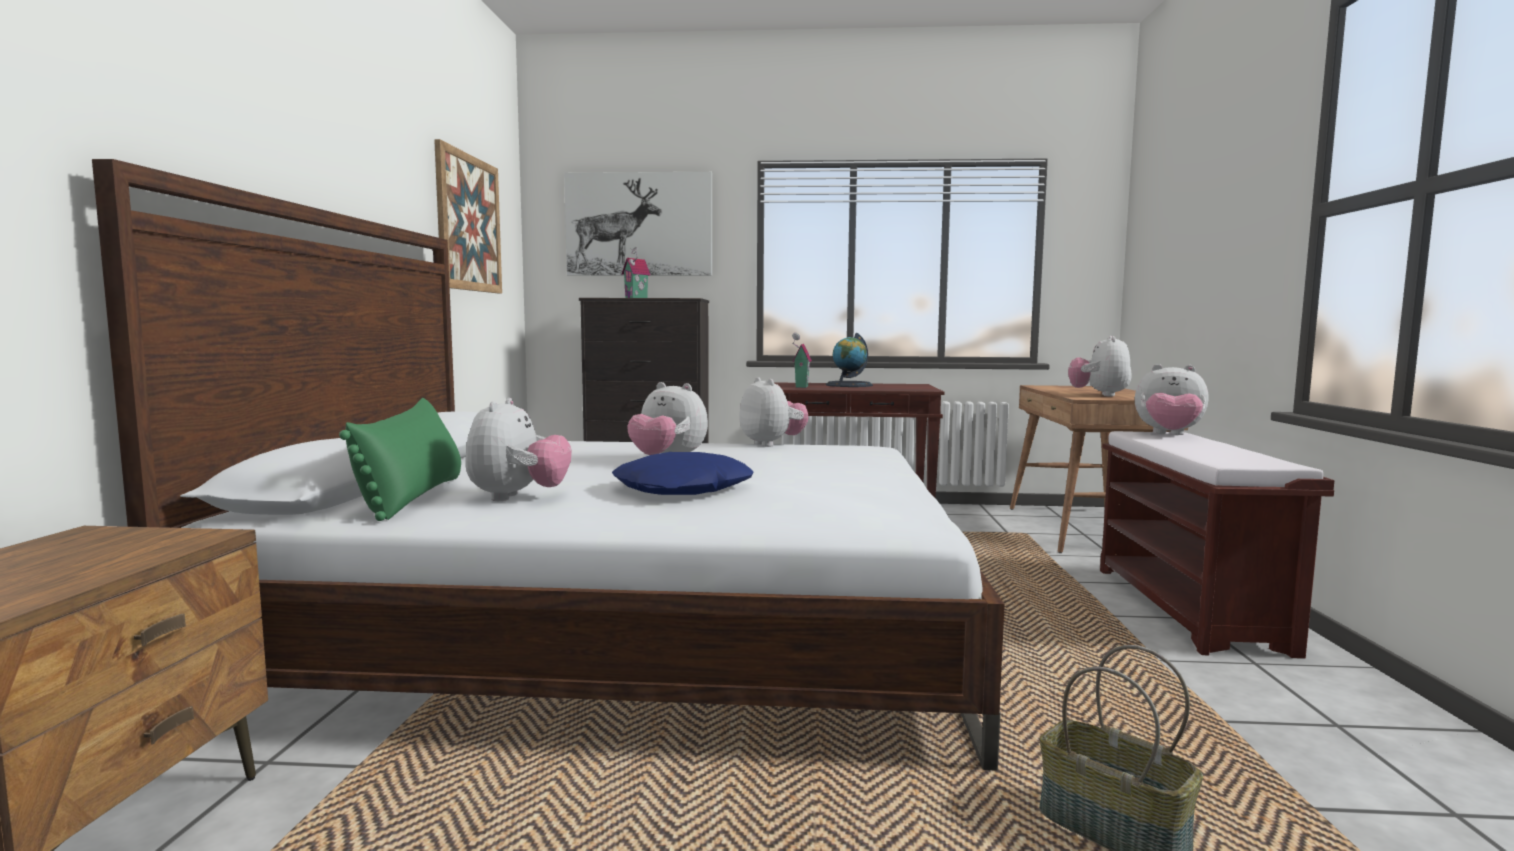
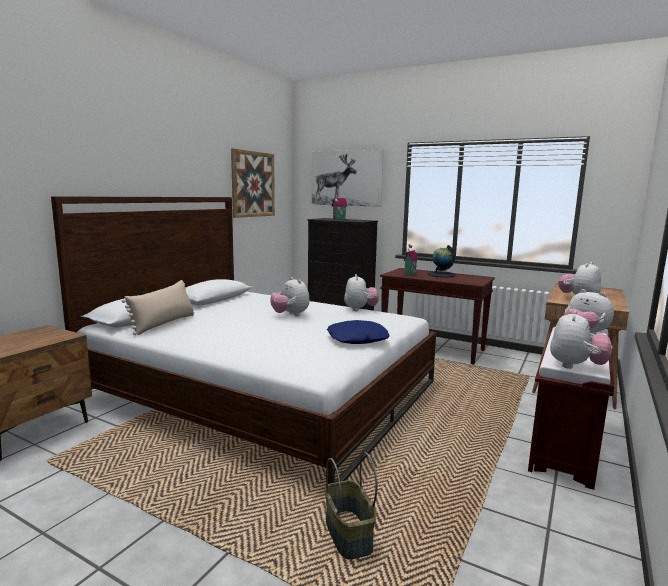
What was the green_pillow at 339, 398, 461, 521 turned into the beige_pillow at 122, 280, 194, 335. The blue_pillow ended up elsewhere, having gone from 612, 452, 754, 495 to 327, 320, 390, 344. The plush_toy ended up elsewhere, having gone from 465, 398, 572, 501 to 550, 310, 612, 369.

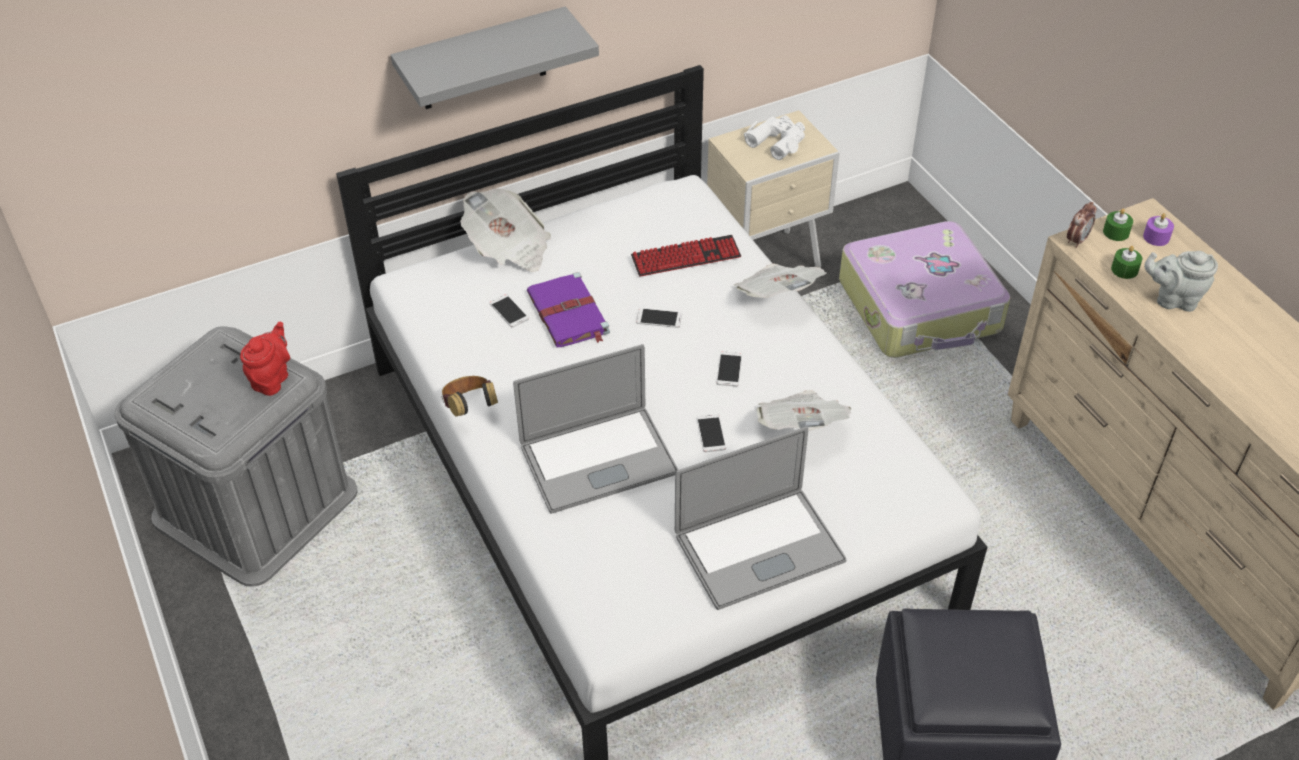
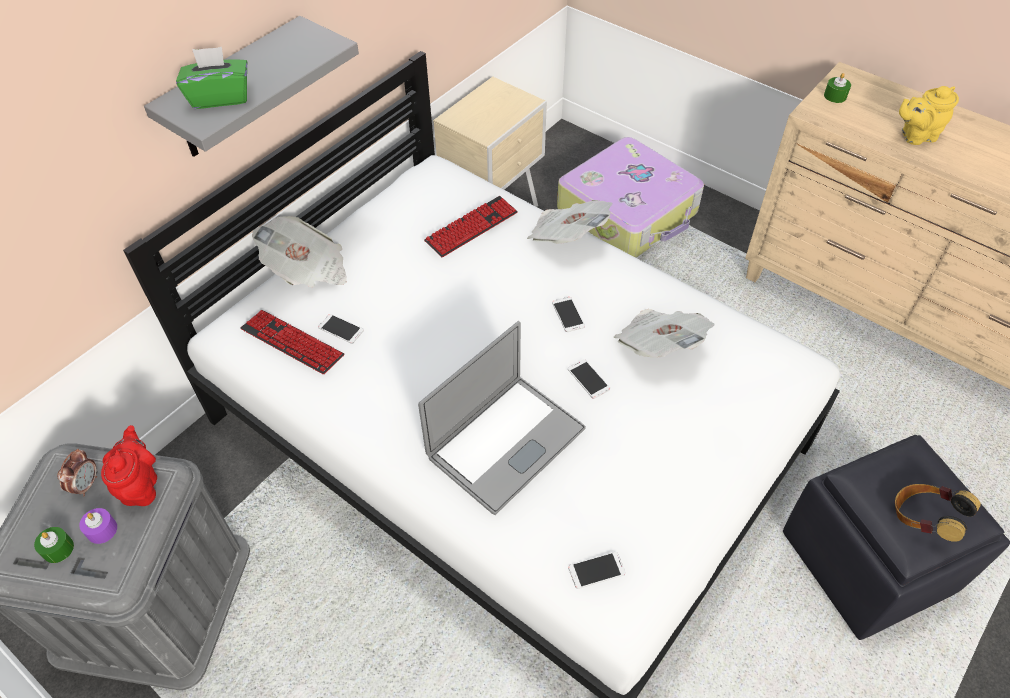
The green_candle ended up elsewhere, having gone from 1111, 246, 1142, 279 to 34, 527, 74, 563. The alarm_clock ended up elsewhere, having gone from 1067, 202, 1097, 248 to 57, 449, 97, 496. The purple_candle ended up elsewhere, having gone from 1143, 213, 1174, 246 to 79, 508, 117, 544. The second view gained the green_tissue_box at 176, 47, 248, 109. The second view gained the keyboard at 240, 310, 345, 374. The phone ended up elsewhere, having gone from 636, 308, 682, 328 to 568, 552, 626, 589. The headphones ended up elsewhere, having gone from 441, 376, 498, 417 to 895, 484, 981, 542. What was the grey_teapot at 1144, 251, 1218, 312 turned into the yellow_teapot at 899, 86, 959, 145. The second view lost the purple_book at 527, 272, 610, 347. The second view lost the laptop at 675, 426, 847, 610. The second view lost the white_binoculars at 744, 115, 805, 160.

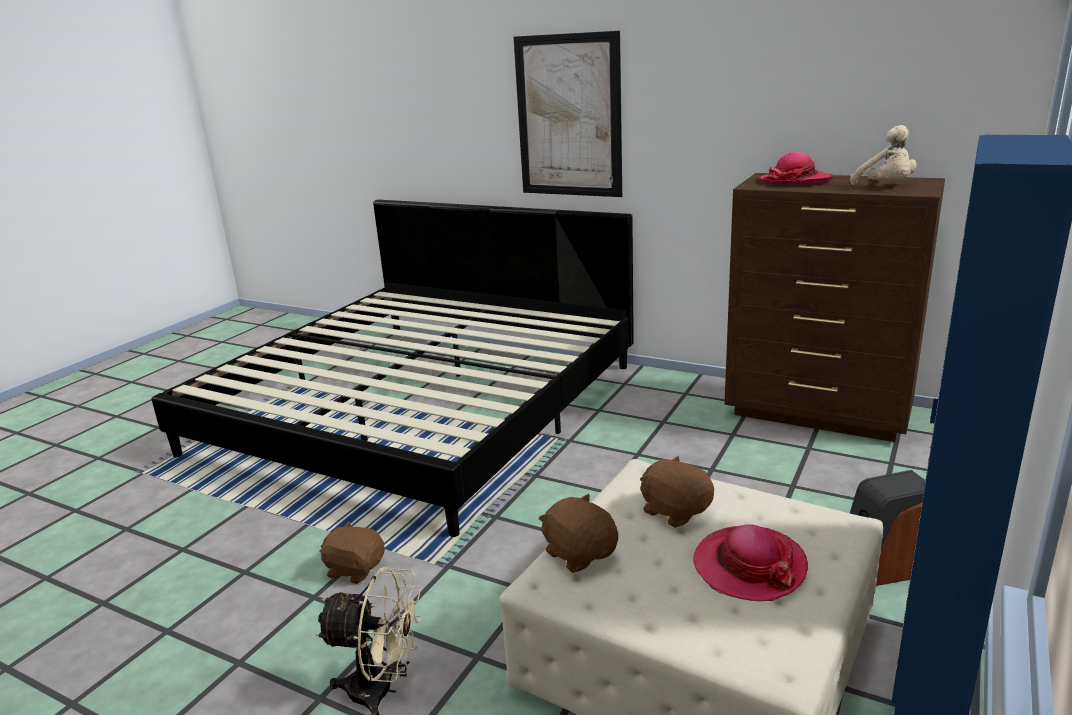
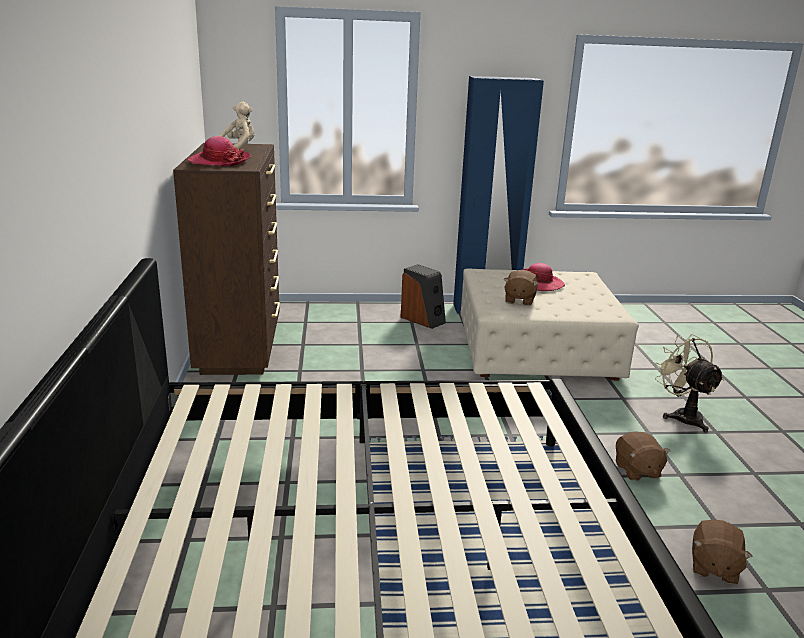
The brown_plush_toy ended up elsewhere, having gone from 538, 494, 618, 573 to 692, 519, 753, 584. The second view lost the picture at 514, 31, 622, 197.

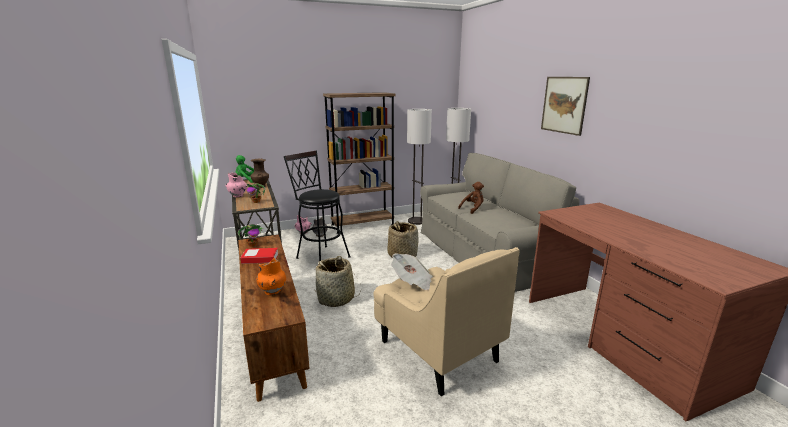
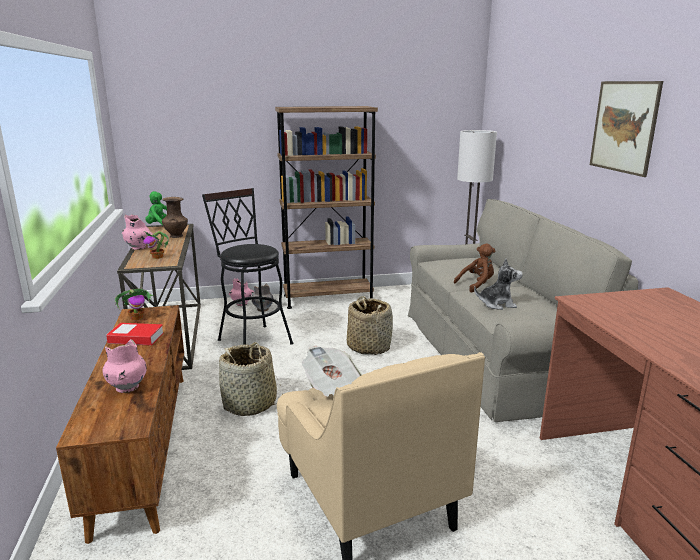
What was the orange_vase at 256, 258, 286, 295 turned into the pink_vase at 103, 339, 147, 393. The second view gained the plush_toy at 474, 259, 523, 310. The second view lost the floor_lamp at 407, 109, 432, 225.

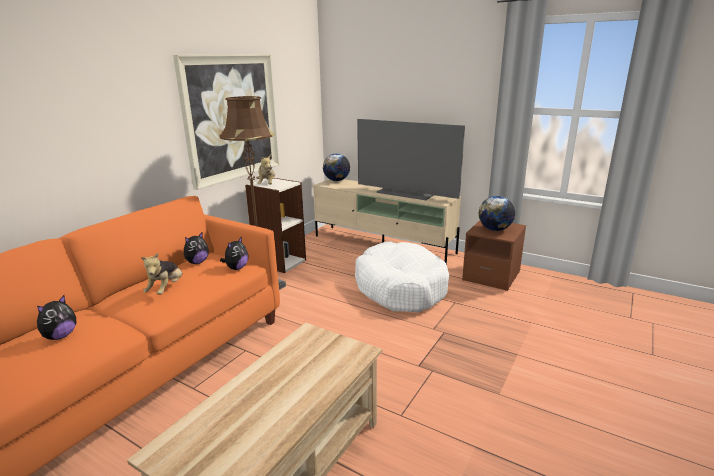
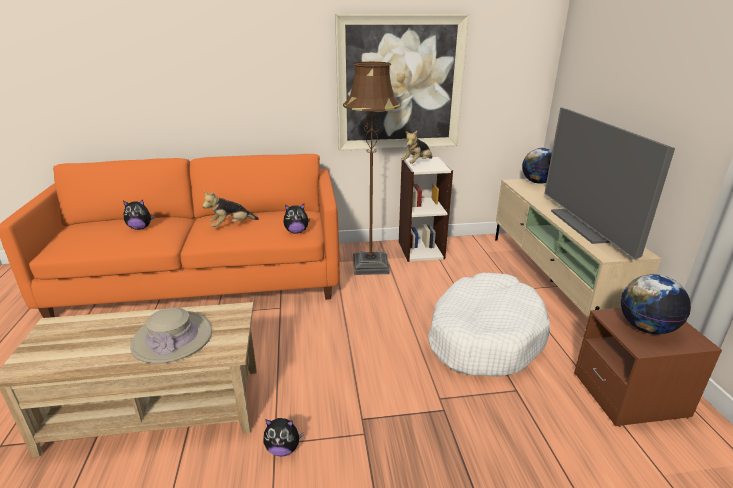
The second view gained the beige_hat at 130, 307, 212, 364. The plush_toy ended up elsewhere, having gone from 184, 233, 209, 264 to 264, 418, 304, 457.

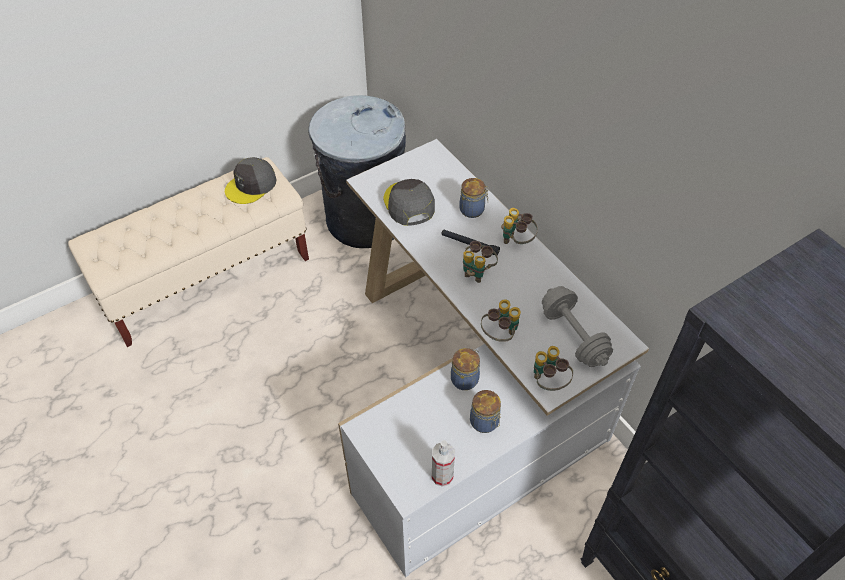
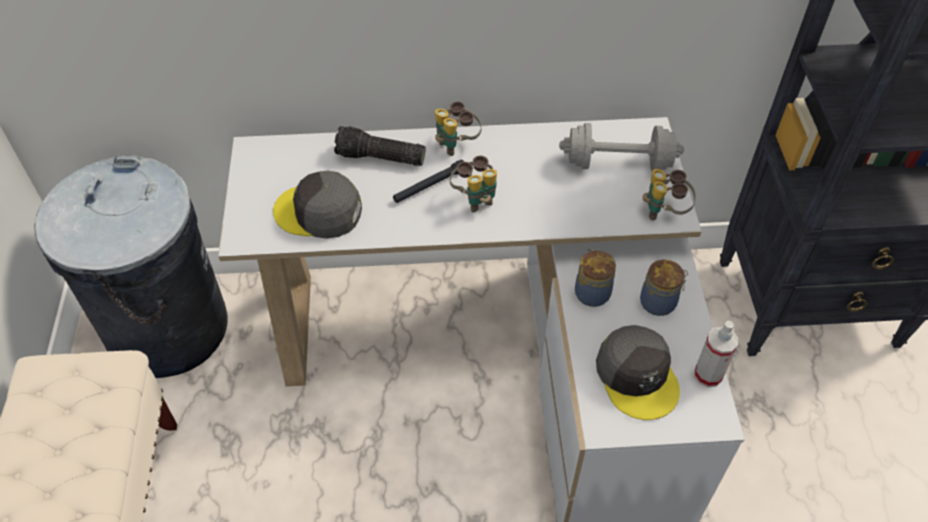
Where the jar stood at 459, 178, 489, 218, the flashlight came to stand at 334, 126, 426, 166. The grey_cap ended up elsewhere, having gone from 225, 157, 277, 204 to 596, 325, 680, 420. The second view lost the binoculars at 481, 299, 521, 342.

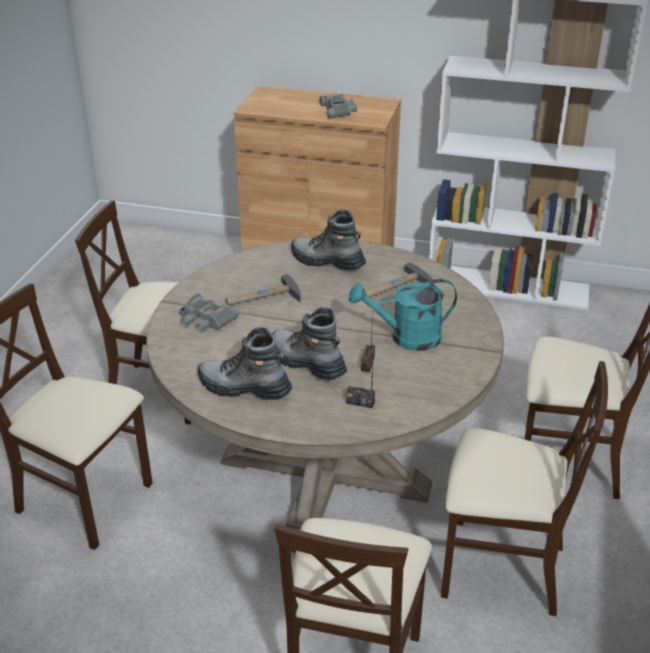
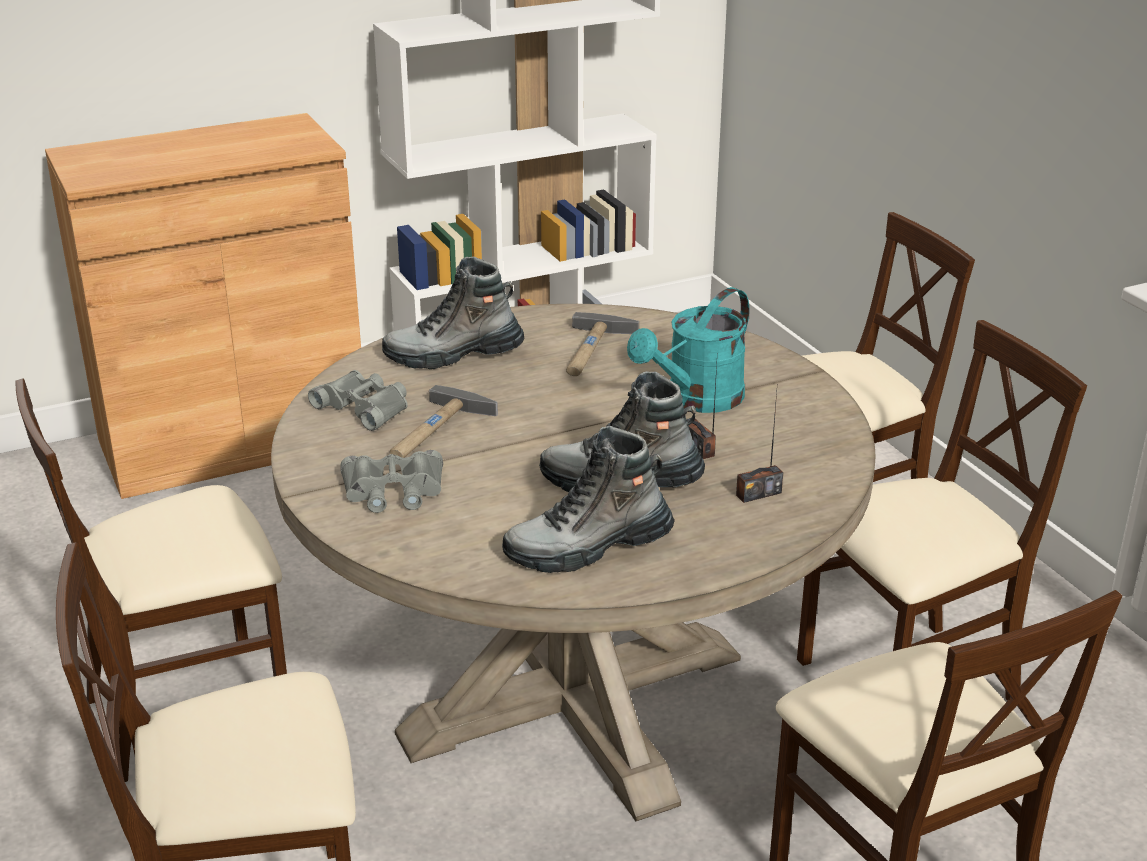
The grey_binoculars ended up elsewhere, having gone from 319, 94, 357, 118 to 308, 370, 408, 431.

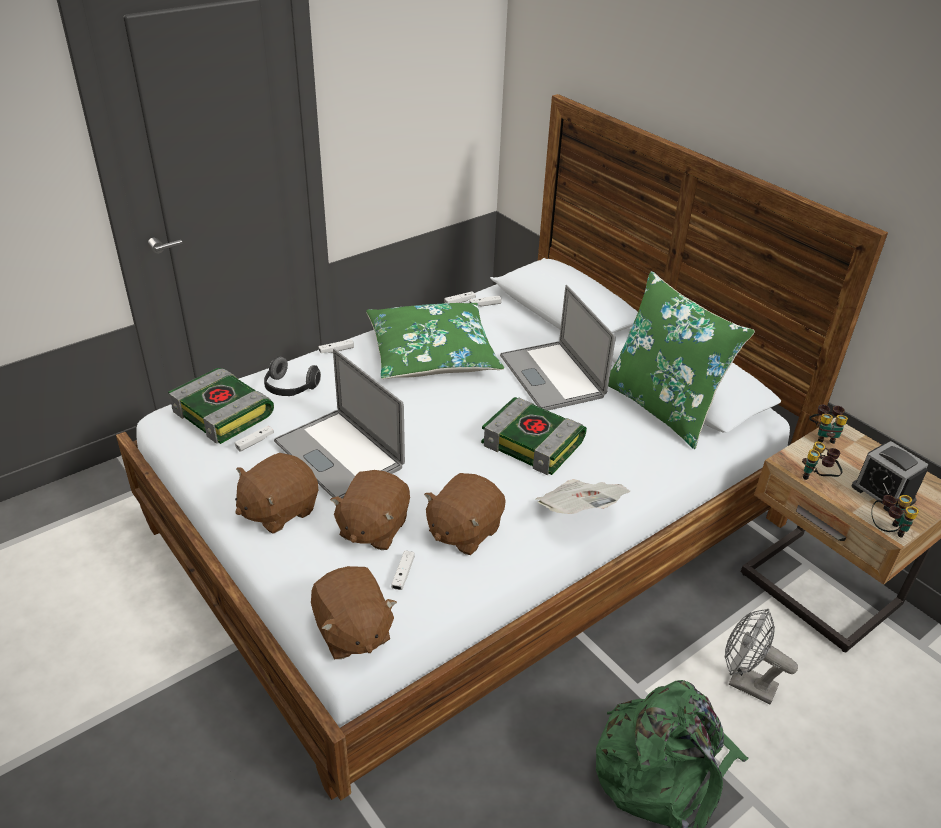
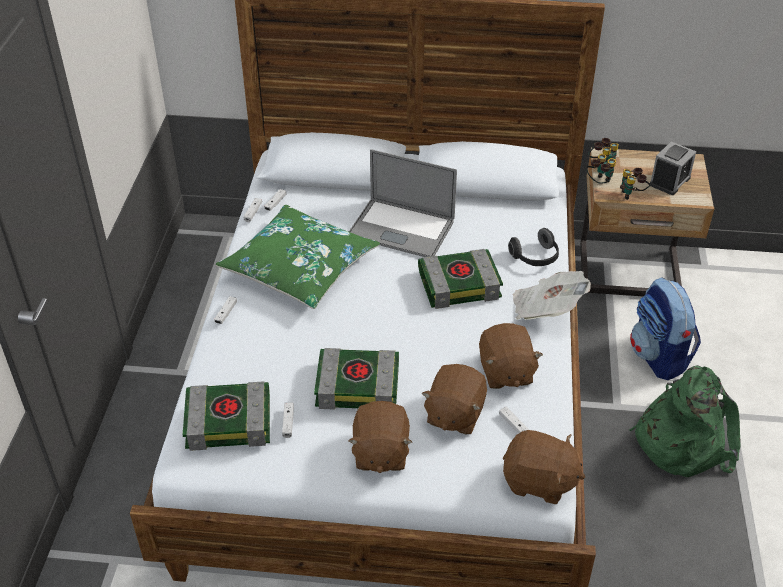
Where the laptop stood at 274, 349, 405, 499, the book came to stand at 314, 348, 399, 410. The brown_plush_toy at 330, 470, 410, 550 ended up facing another way, 45 degrees clockwise from before. The headphones ended up elsewhere, having gone from 264, 356, 321, 396 to 508, 228, 559, 266. The binoculars ended up elsewhere, having gone from 871, 495, 919, 538 to 587, 154, 616, 184. Where the grey_fan stood at 725, 609, 798, 705, the backpack came to stand at 630, 277, 701, 380. The alarm_clock at 851, 441, 929, 512 ended up facing another way, 60 degrees counterclockwise from before. The second view lost the green_pillow at 608, 271, 755, 449.

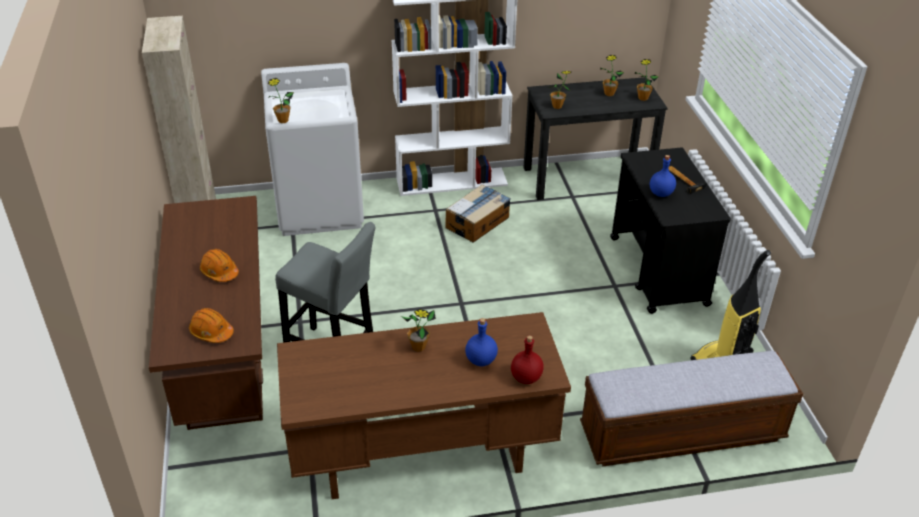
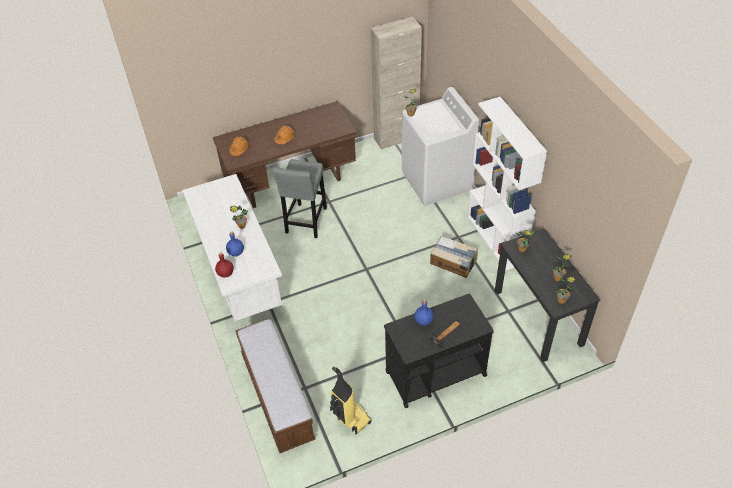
What was the brown_desk at 277, 312, 571, 499 turned into the white_desk at 182, 174, 282, 321.

